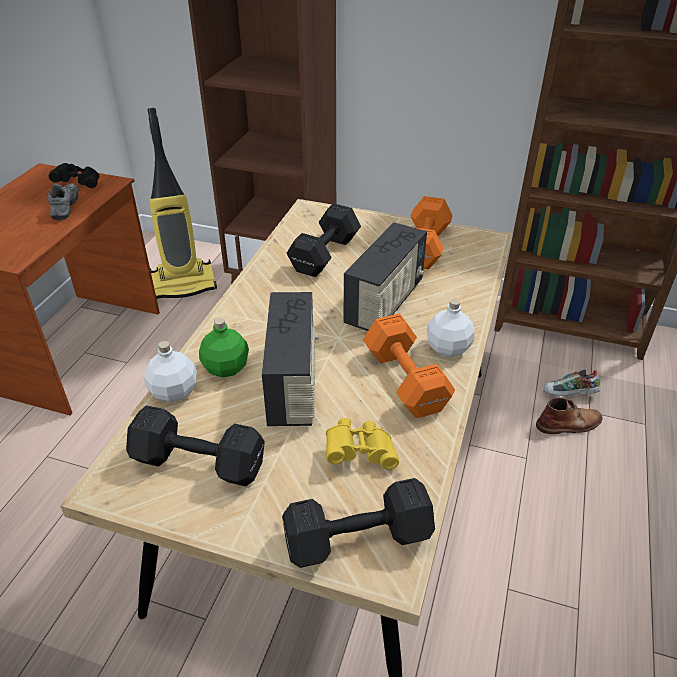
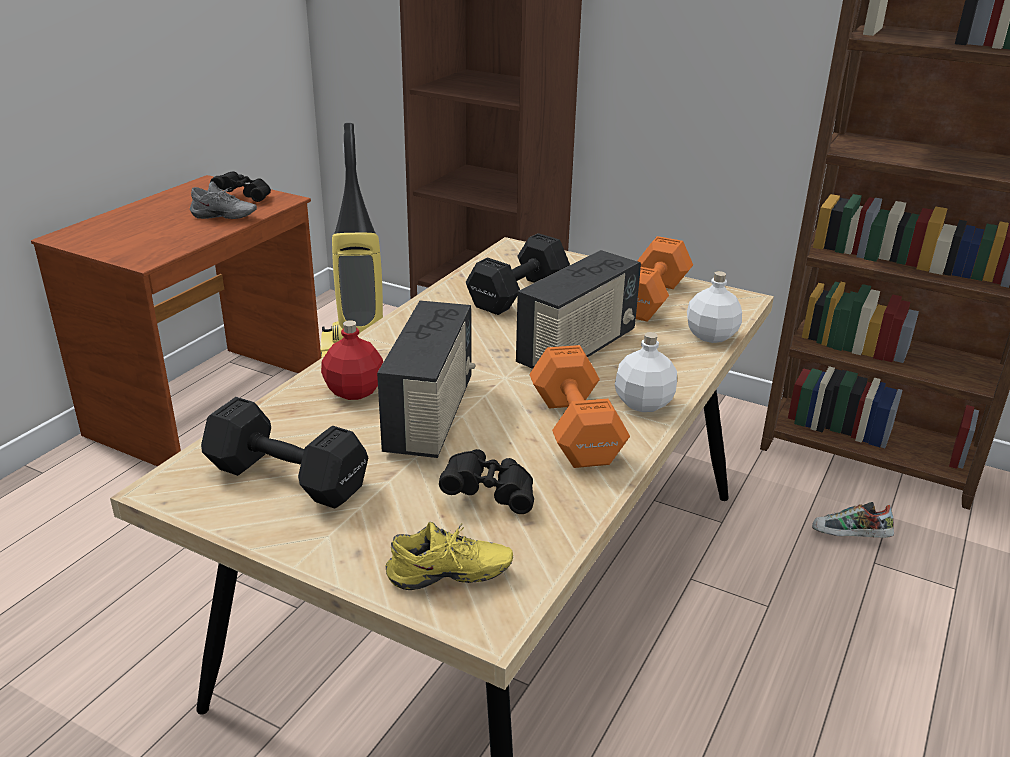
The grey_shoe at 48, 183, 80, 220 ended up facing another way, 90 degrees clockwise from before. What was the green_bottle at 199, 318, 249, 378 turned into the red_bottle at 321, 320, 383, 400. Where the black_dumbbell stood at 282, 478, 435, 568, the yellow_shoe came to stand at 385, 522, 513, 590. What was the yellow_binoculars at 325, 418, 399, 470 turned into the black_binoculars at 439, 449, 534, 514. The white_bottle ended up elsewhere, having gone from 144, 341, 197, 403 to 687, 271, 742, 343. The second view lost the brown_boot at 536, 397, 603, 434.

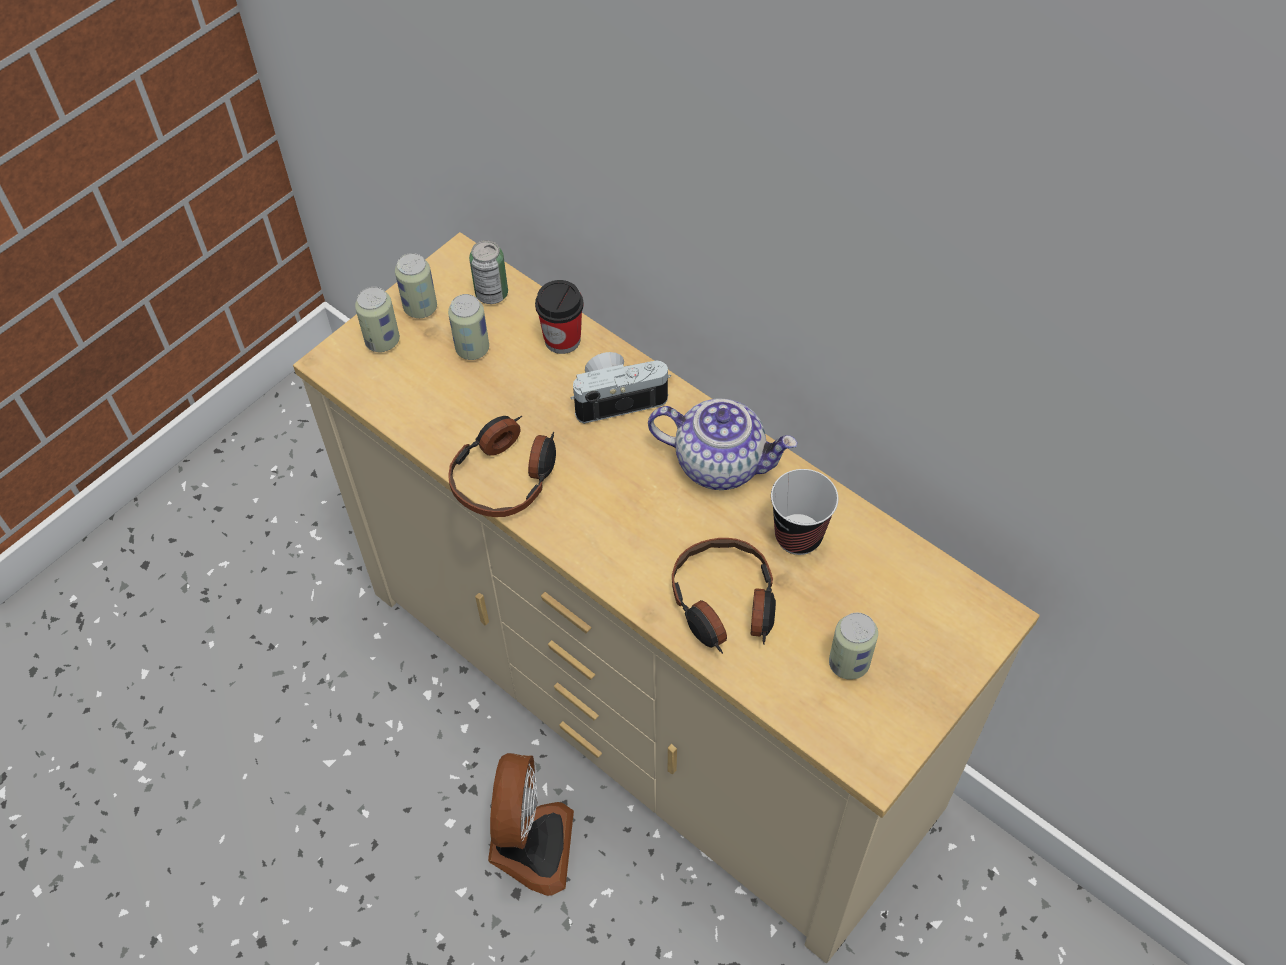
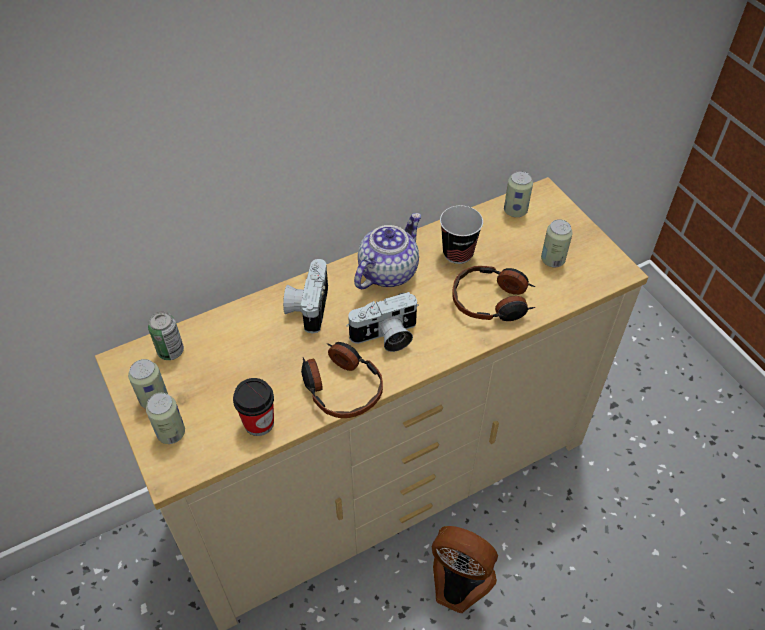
The cup ended up elsewhere, having gone from 535, 280, 584, 354 to 233, 378, 274, 436. The second view gained the photo_camera at 346, 292, 418, 352. The can ended up elsewhere, having gone from 448, 294, 489, 360 to 504, 171, 533, 217.

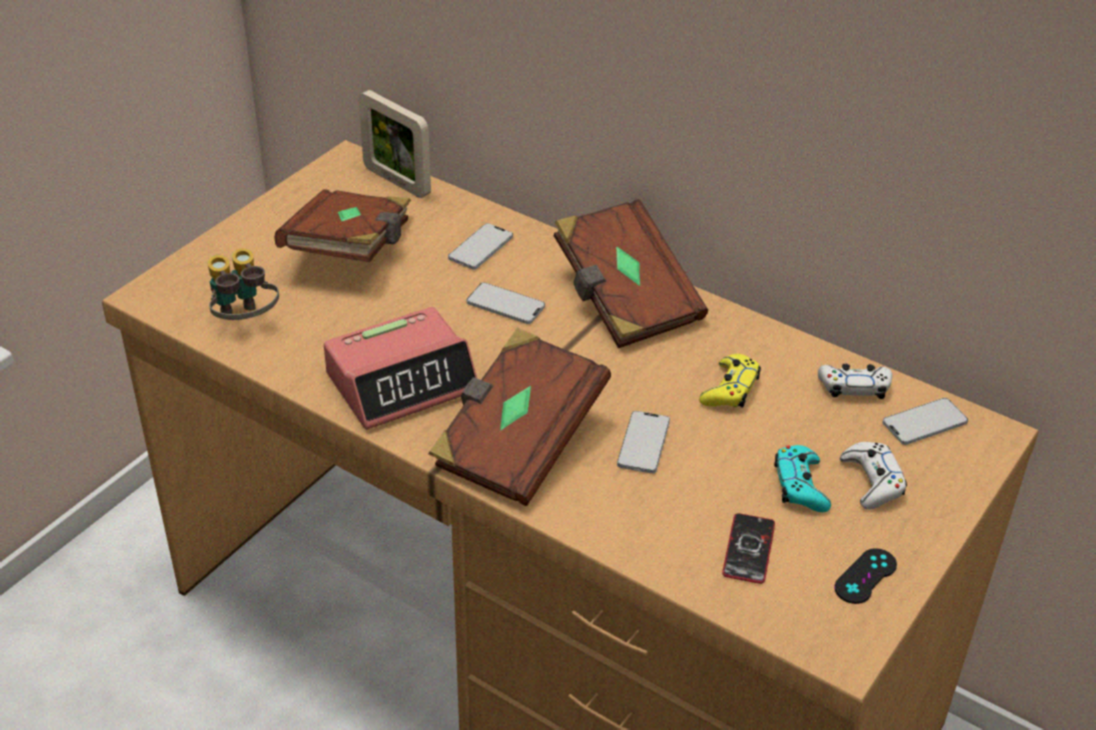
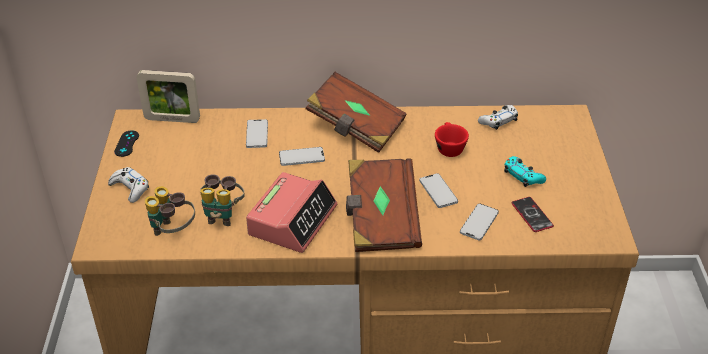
The white_game_controller ended up elsewhere, having gone from 840, 442, 907, 510 to 108, 167, 149, 203. The black_game_controller ended up elsewhere, having gone from 834, 548, 897, 604 to 114, 130, 139, 157. The second view gained the binoculars at 200, 174, 245, 226. Where the yellow_game_controller stood at 699, 354, 761, 408, the red_cup came to stand at 435, 122, 469, 157. The phone ended up elsewhere, having gone from 882, 398, 968, 445 to 460, 203, 499, 241. The second view lost the brown_book at 274, 189, 411, 262.

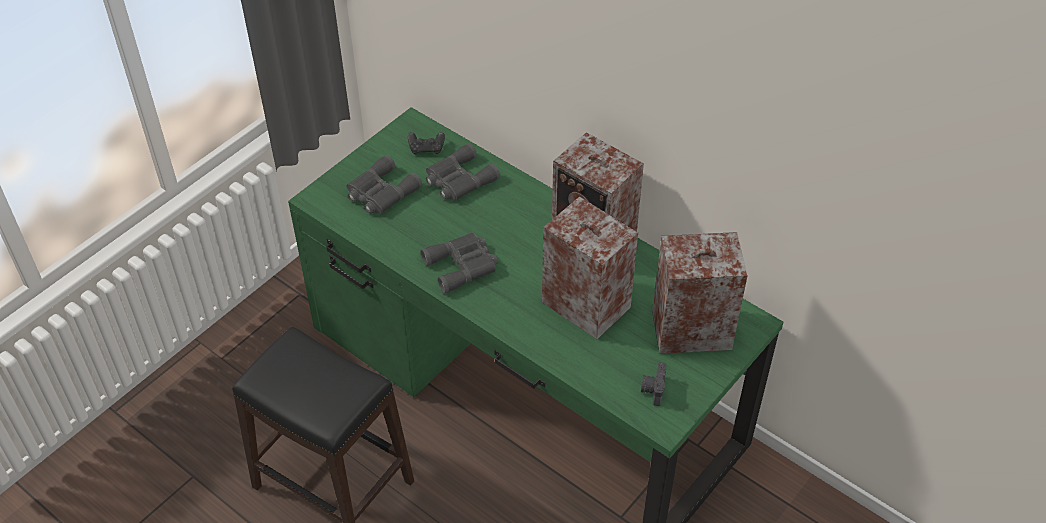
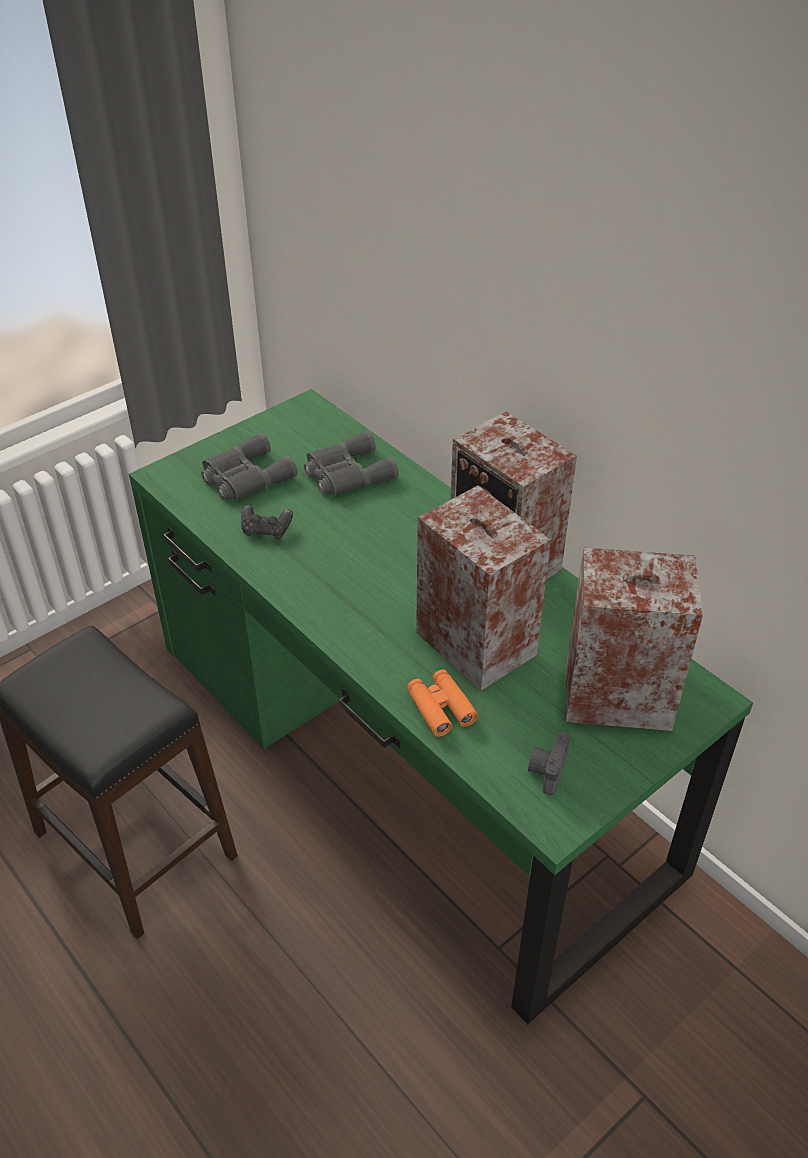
The black_game_controller ended up elsewhere, having gone from 408, 132, 445, 154 to 241, 505, 293, 539. The second view gained the orange_binoculars at 407, 669, 478, 737. The second view lost the grey_binoculars at 421, 232, 498, 294.

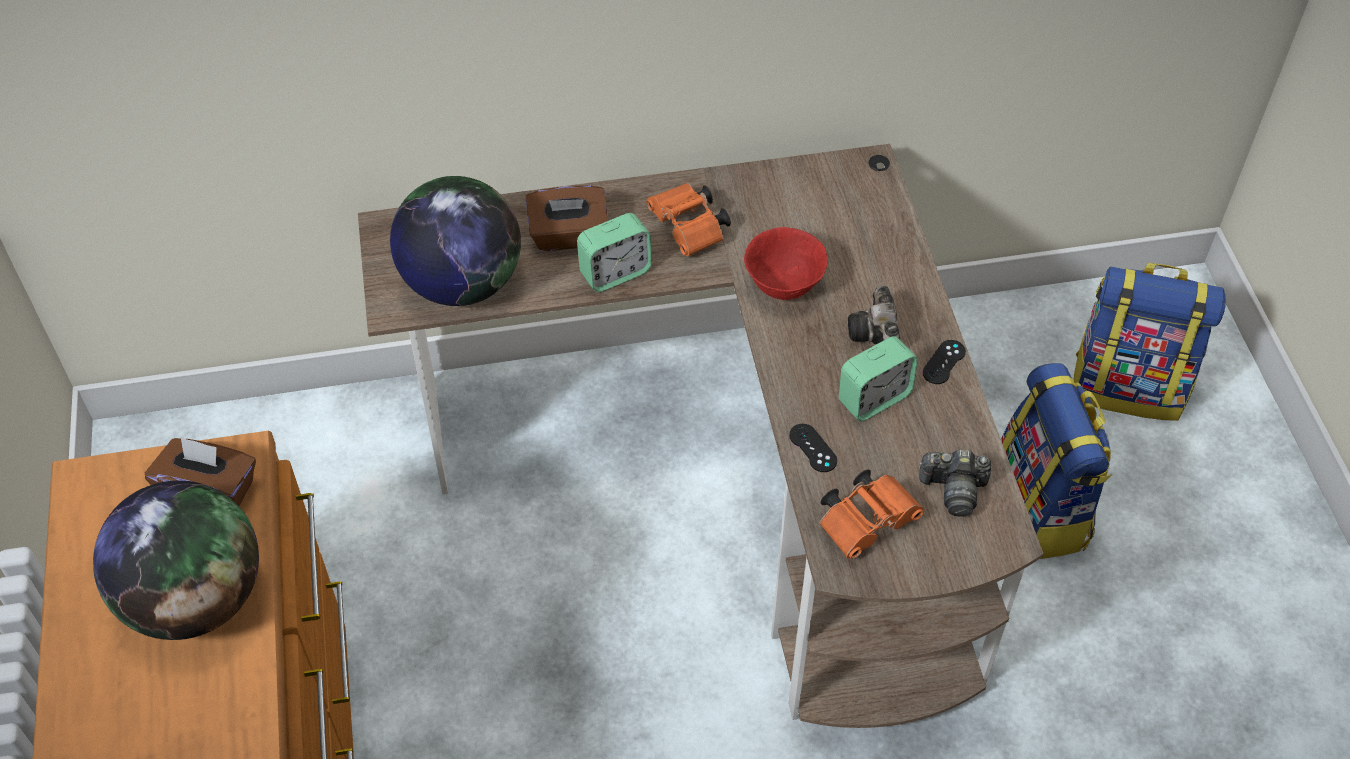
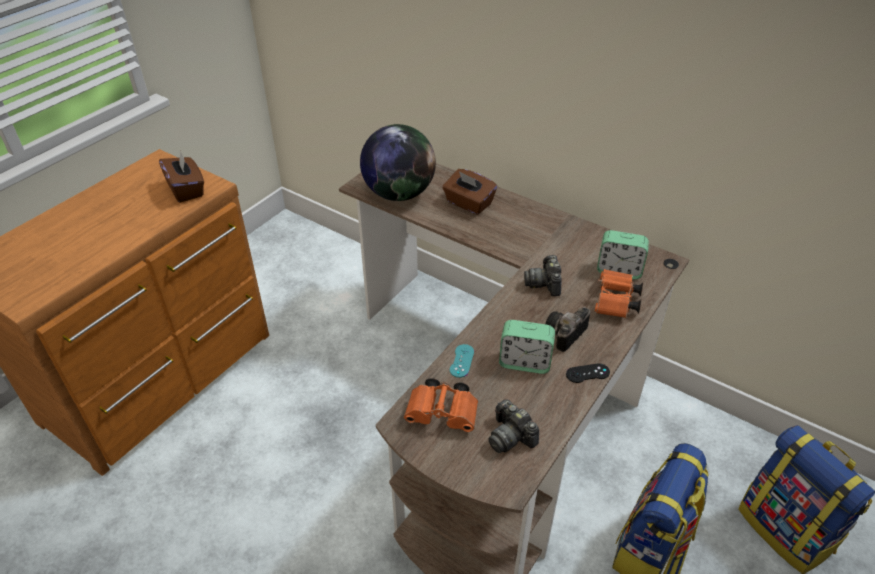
What was the black_game_controller at 789, 424, 837, 472 turned into the turquoise_game_controller at 450, 344, 474, 378. Where the red_bowl stood at 744, 227, 828, 300, the photo_camera came to stand at 524, 255, 562, 296. The orange_binoculars ended up elsewhere, having gone from 646, 183, 731, 257 to 595, 269, 643, 318. The alarm_clock ended up elsewhere, having gone from 577, 213, 652, 292 to 597, 230, 649, 279. The second view lost the globe at 93, 480, 259, 640.

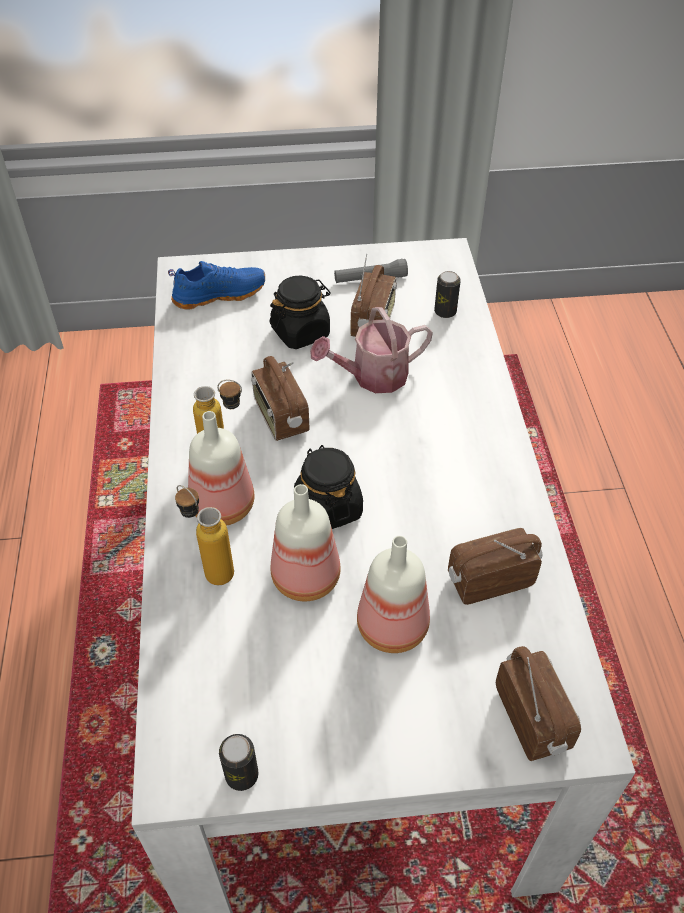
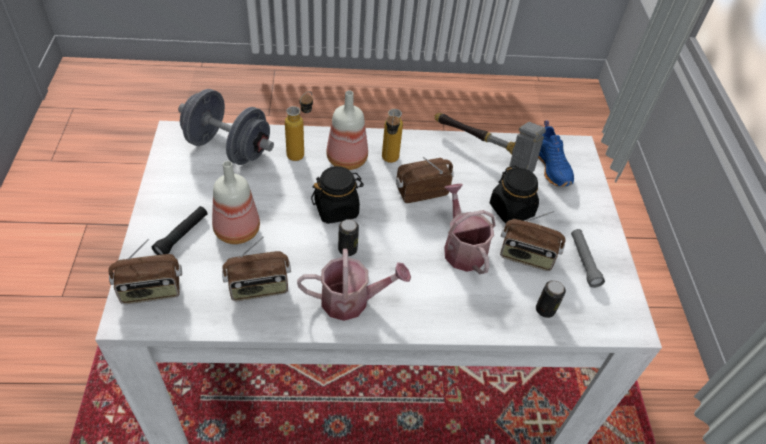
The second view gained the black_flashlight at 152, 206, 208, 255. The second view gained the grey_dumbbell at 178, 89, 274, 165. The radio at 448, 528, 542, 605 ended up facing another way, 90 degrees clockwise from before. The second view gained the watering_can at 297, 249, 411, 321. The can ended up elsewhere, having gone from 219, 734, 259, 791 to 338, 219, 359, 256. The second view gained the hammer at 435, 113, 546, 172. The second view lost the bottle at 271, 484, 341, 601.

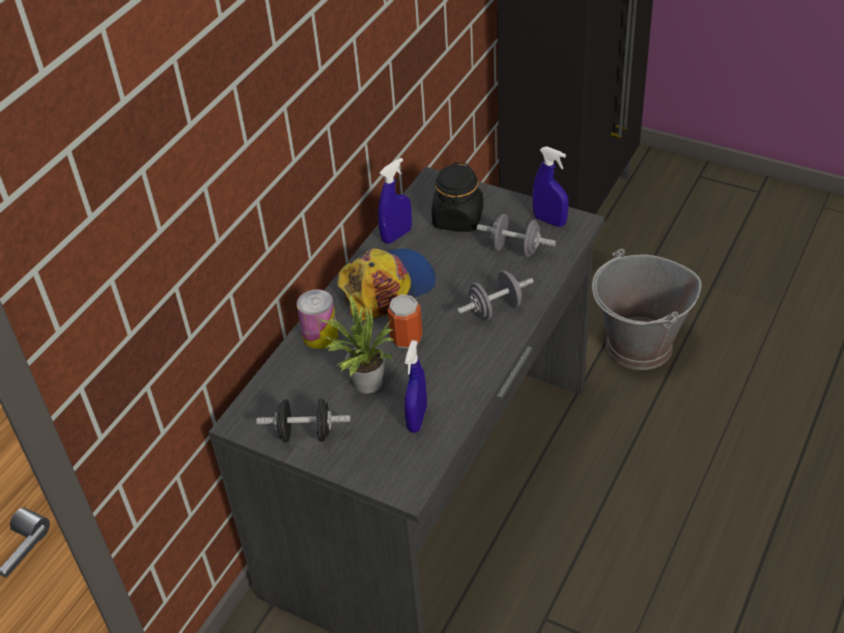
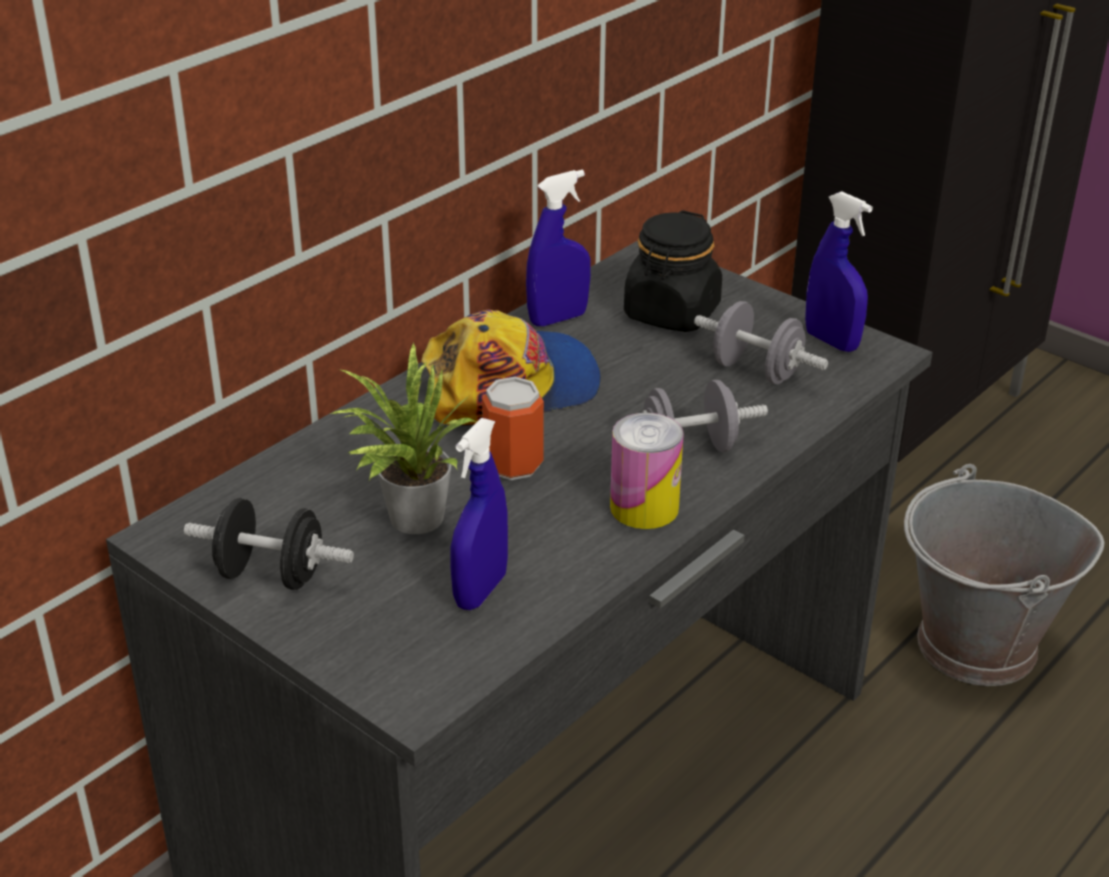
The can ended up elsewhere, having gone from 297, 289, 338, 349 to 610, 413, 684, 529.

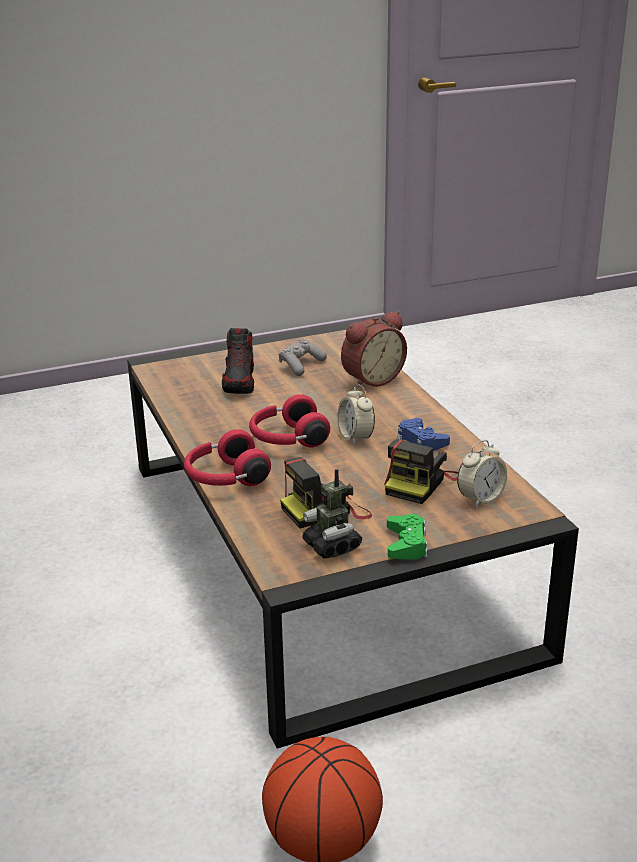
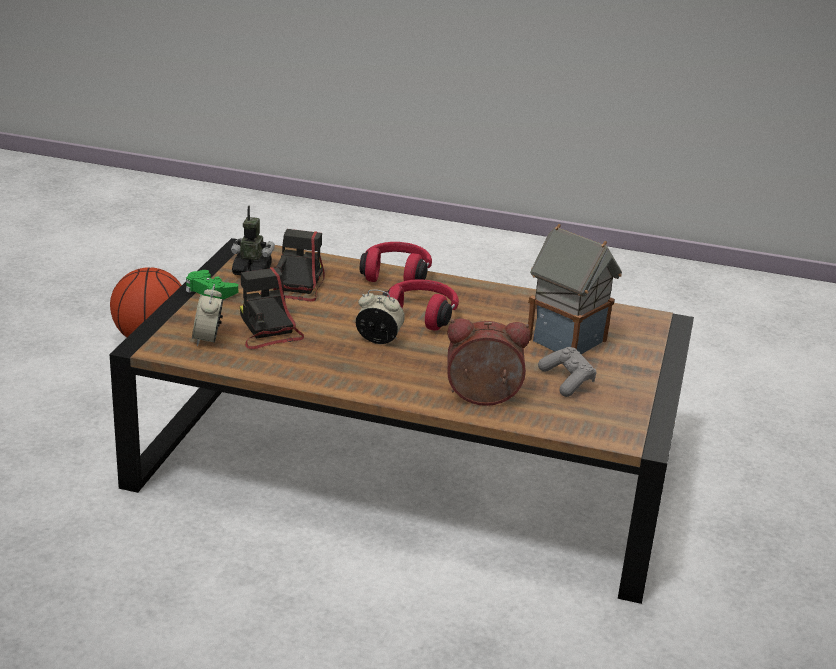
The alarm_clock at 341, 311, 407, 389 ended up facing another way, 90 degrees clockwise from before. Where the shoe stood at 222, 328, 254, 394, the toy_house came to stand at 528, 224, 622, 354. The second view lost the blue_game_controller at 397, 418, 450, 451.

